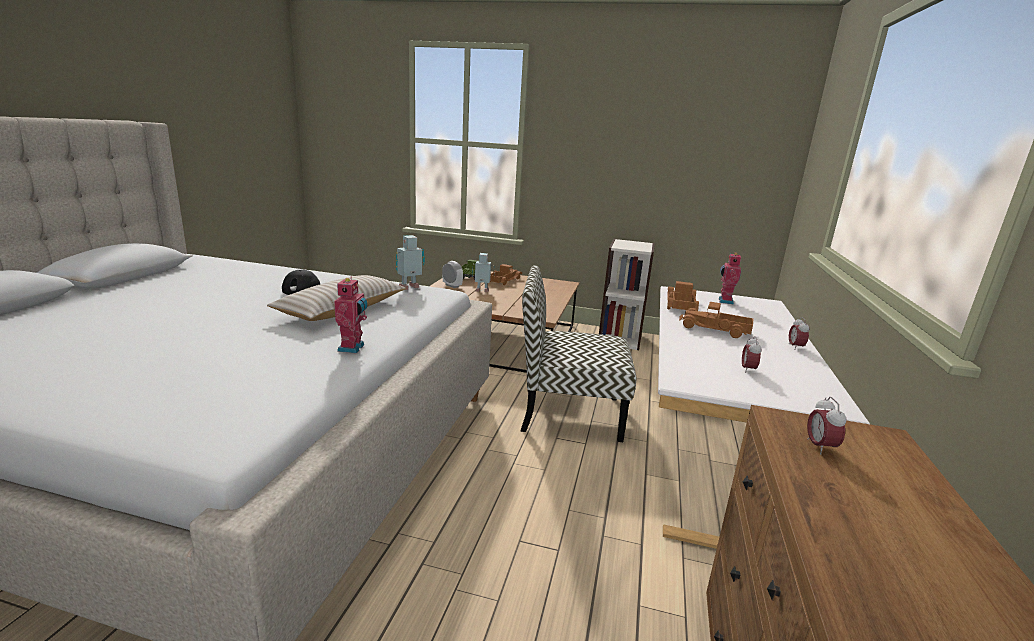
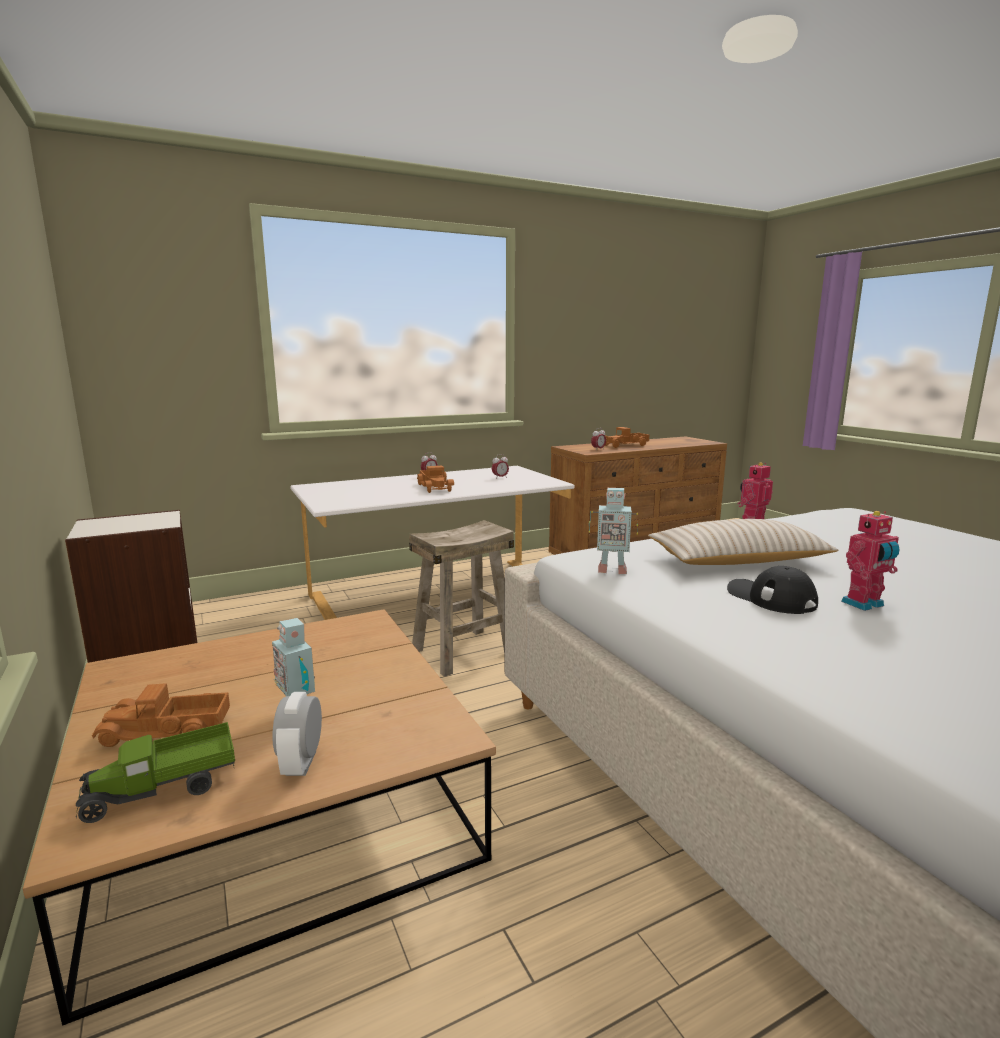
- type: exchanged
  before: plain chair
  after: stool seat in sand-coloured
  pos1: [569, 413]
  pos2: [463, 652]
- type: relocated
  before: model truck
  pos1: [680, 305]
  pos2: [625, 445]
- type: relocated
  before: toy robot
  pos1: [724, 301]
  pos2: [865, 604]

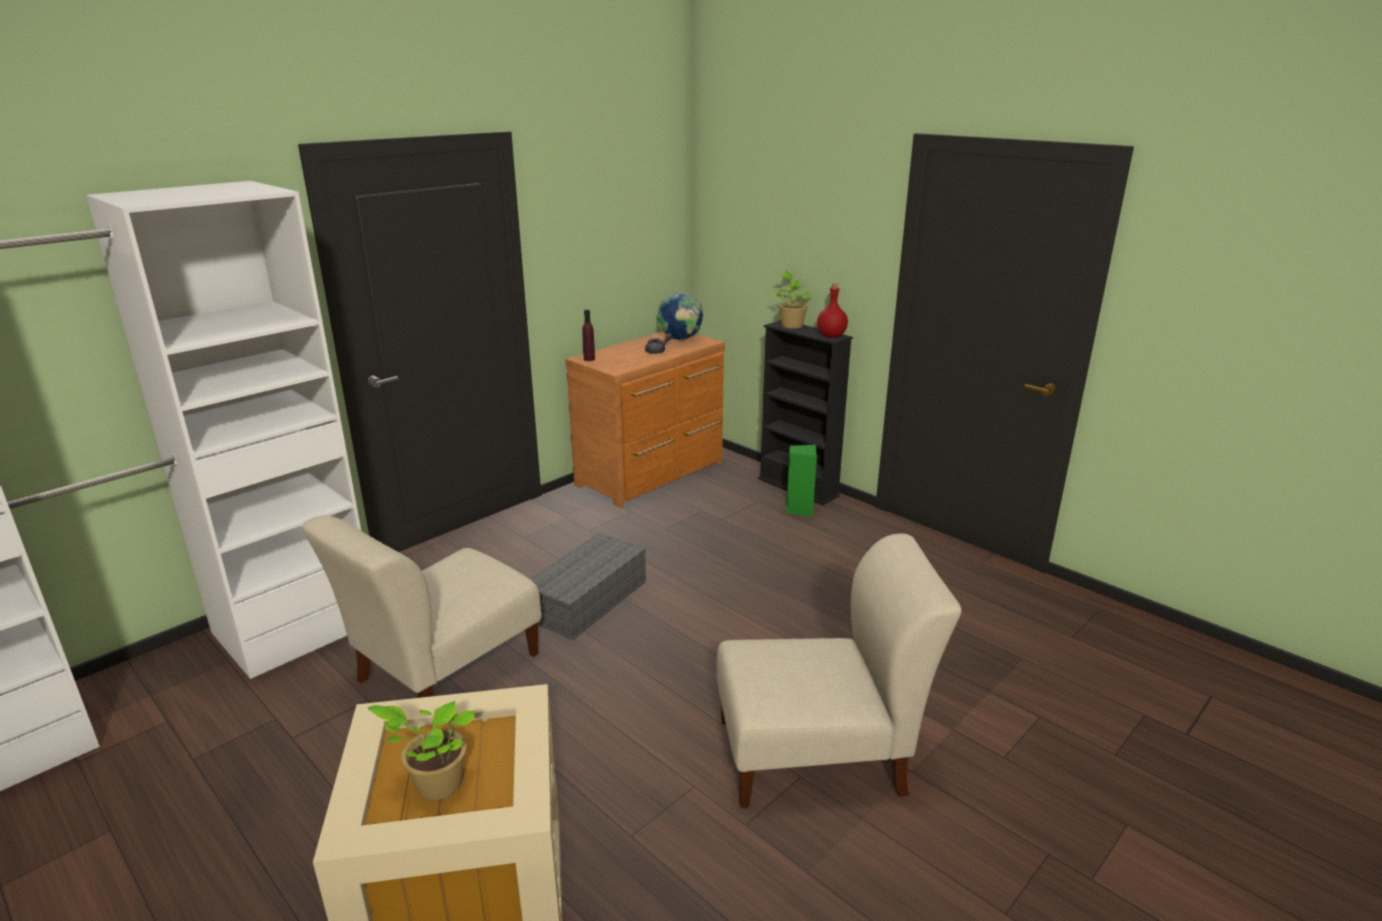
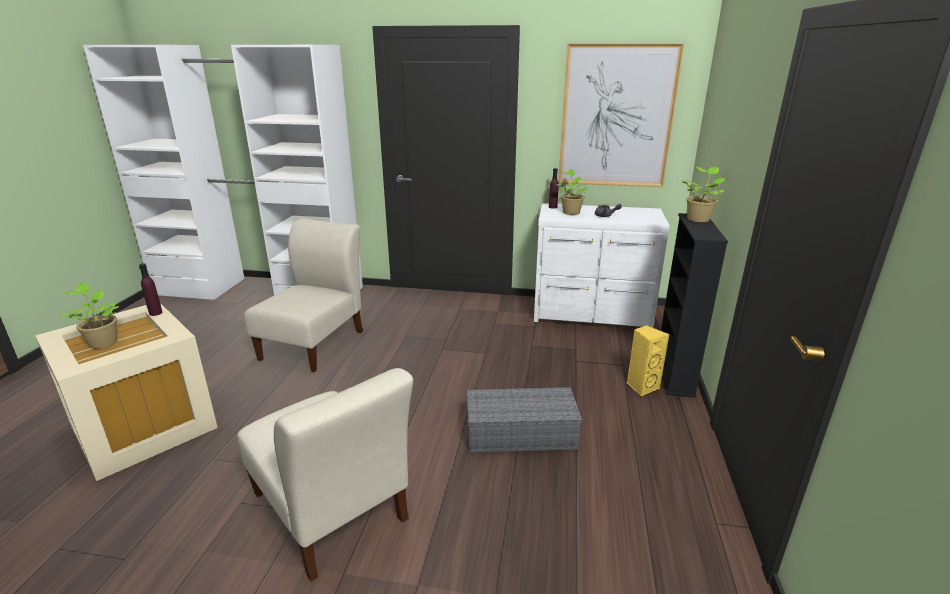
- type: appeared
  after: bottle in purplish
  pos2: [155, 313]
- type: spun
  before: plain chair in sand-coloured
  pos1: [443, 672]
  pos2: [315, 343]
  turn: 105
- type: relocated
  before: storage box in grey
  pos1: [588, 601]
  pos2: [519, 434]
- type: colour
  before: dresser in brown
  after: dresser in white-coloured
  pos1: [653, 474]
  pos2: [592, 315]
- type: appeared
  after: plant in a pot
  pos2: [570, 212]
- type: appeared
  after: picture
  pos2: [616, 117]
- type: colour
  before: speaker in greenish
  after: speaker in yellowish
  pos1: [799, 509]
  pos2: [642, 386]
- type: missing
  before: globe
  pos1: [680, 340]
- type: missing
  before: bottle in red
  pos1: [831, 336]

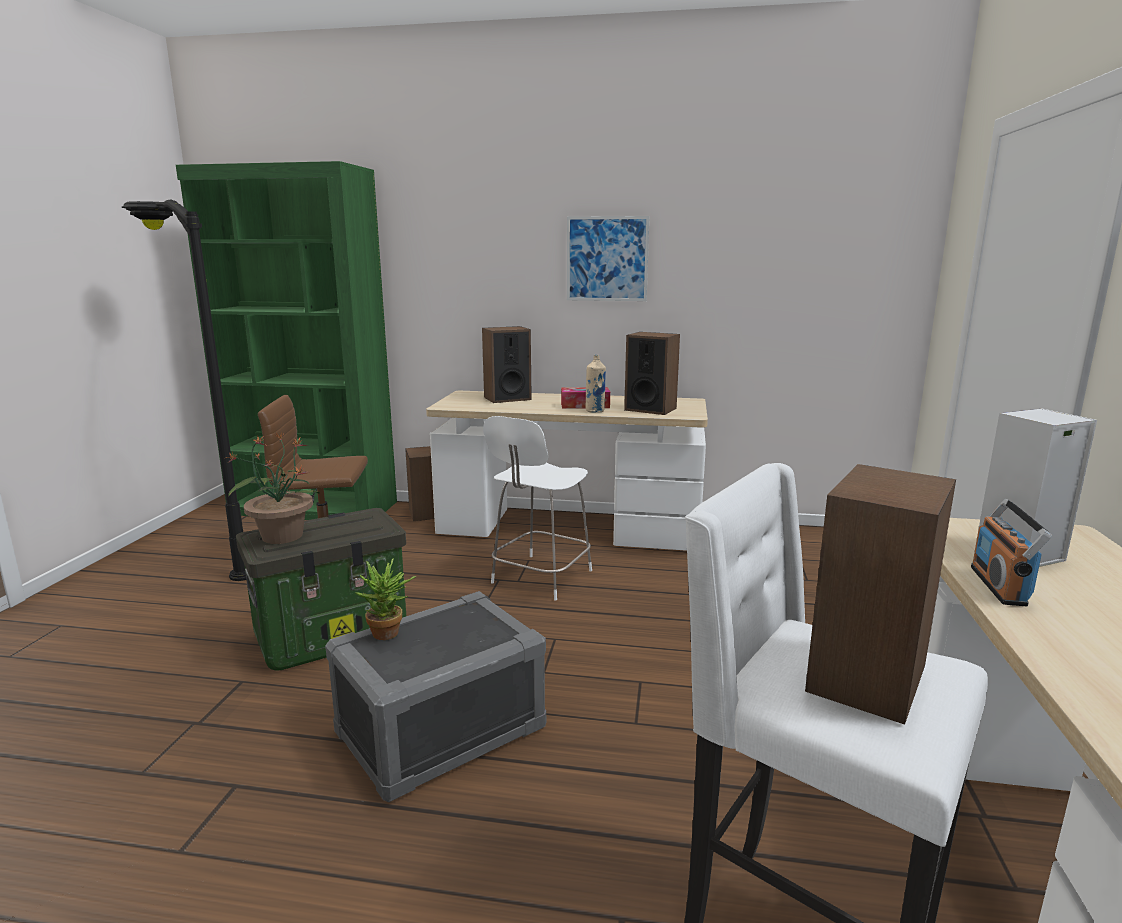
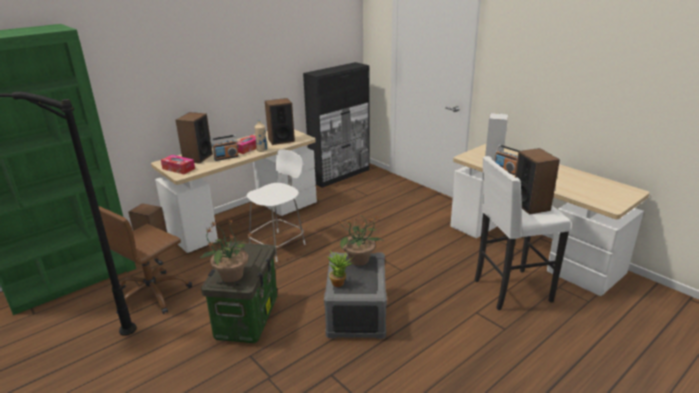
- type: appeared
  after: box of tissues
  pos2: [178, 169]
- type: appeared
  after: radio
  pos2: [226, 157]
- type: spun
  before: plain chair in white-coloured
  pos1: [540, 578]
  pos2: [279, 245]
  turn: -120
- type: appeared
  after: cupboard in black
  pos2: [340, 175]
- type: appeared
  after: plant in a pot
  pos2: [359, 260]
- type: missing
  before: picture
  pos1: [607, 259]

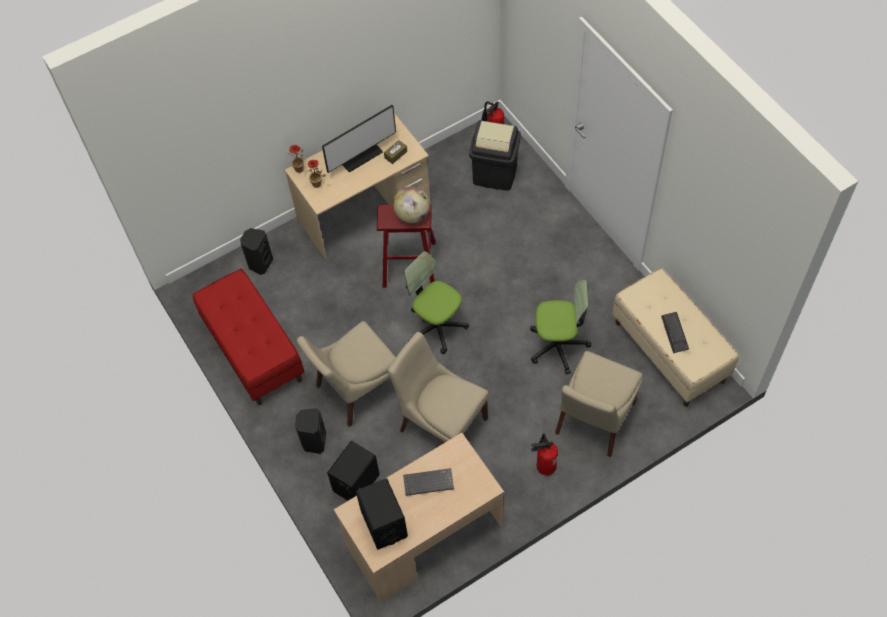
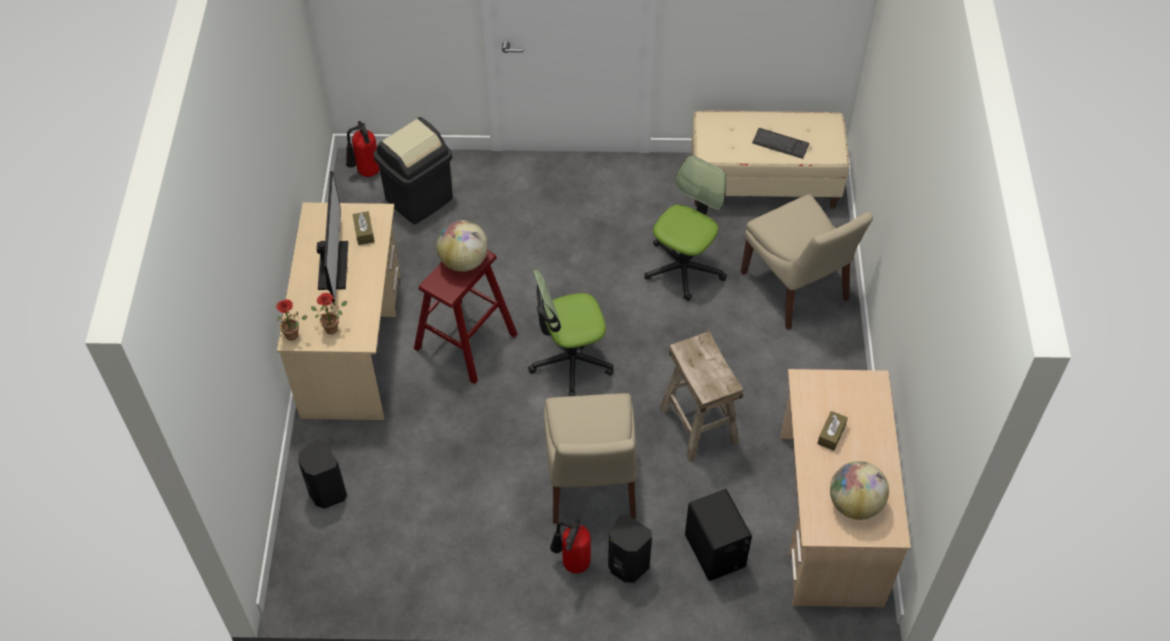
- type: relocated
  before: extinguisher
  pos1: [544, 465]
  pos2: [571, 563]
- type: exchanged
  before: plain chair in sand-coloured
  after: stool seat in sand-coloured
  pos1: [441, 423]
  pos2: [698, 425]
- type: exchanged
  before: PC keyboard
  after: box of tissues in brown
  pos1: [428, 483]
  pos2: [831, 434]
- type: exchanged
  before: speaker in black
  after: globe
  pos1: [384, 523]
  pos2: [854, 504]
- type: missing
  before: indoor bench in red
  pos1: [253, 351]

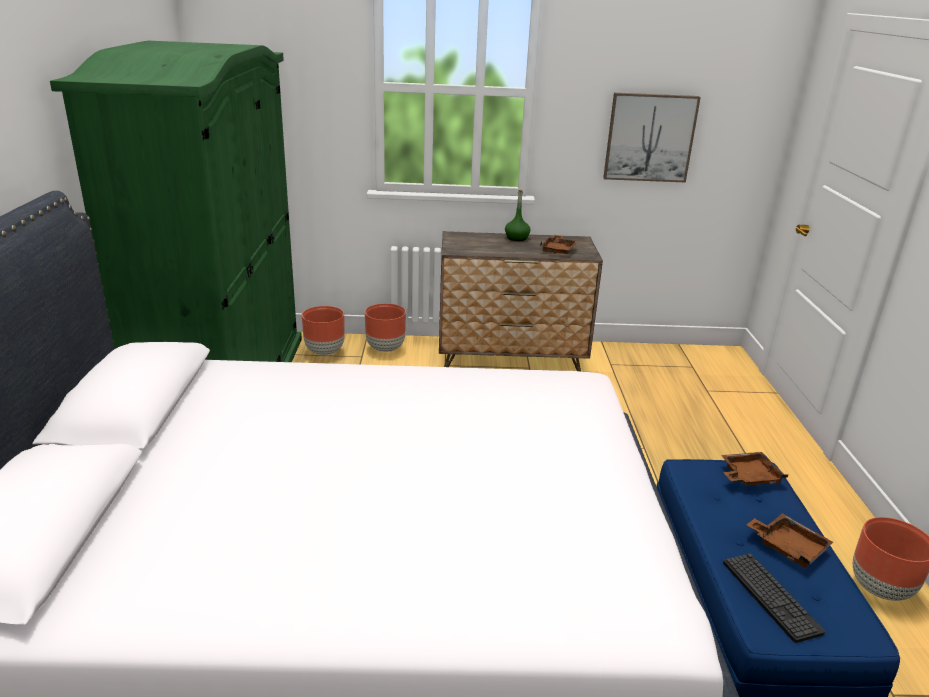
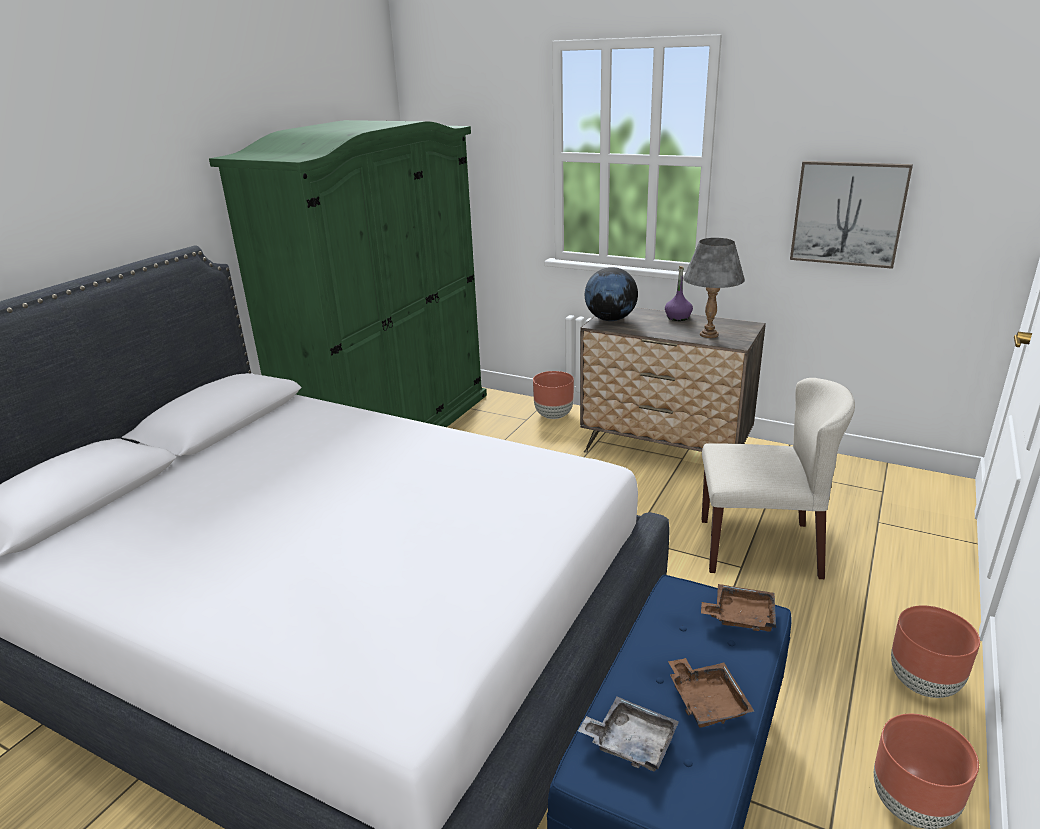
- type: exchanged
  before: PC keyboard
  after: tray in grey
  pos1: [770, 596]
  pos2: [631, 742]
- type: appeared
  after: globe
  pos2: [610, 319]
- type: colour
  before: bottle in greenish
  after: bottle in purplish
  pos1: [517, 238]
  pos2: [678, 317]
- type: exchanged
  before: tray in brown
  after: tabletop lamp in grey
  pos1: [558, 250]
  pos2: [709, 334]
- type: appeared
  after: plain chair in sand-coloured
  pos2: [760, 547]
- type: relocated
  before: flower pot in brown
  pos1: [325, 351]
  pos2: [924, 684]

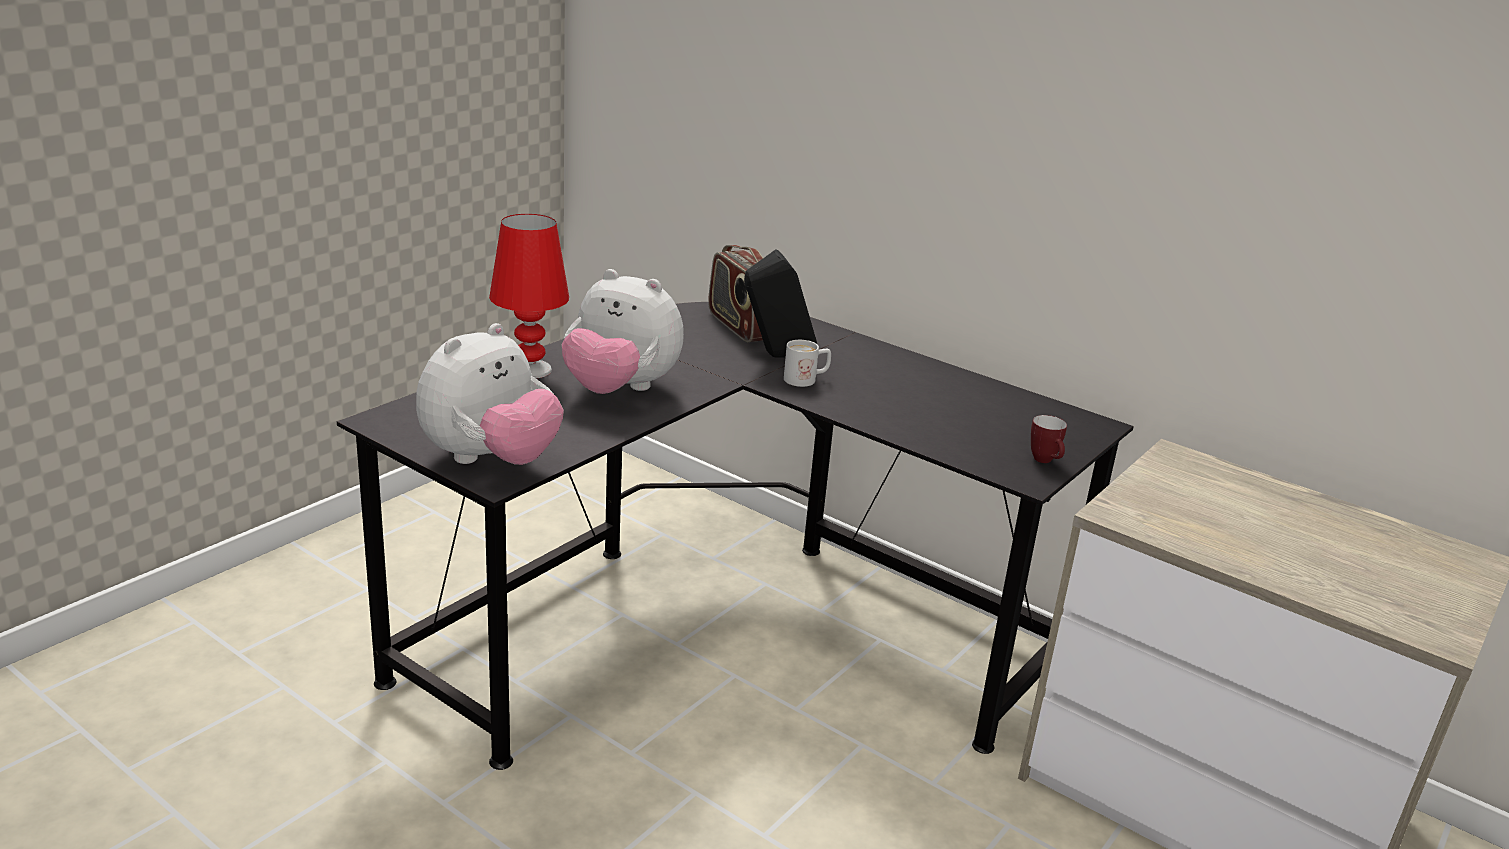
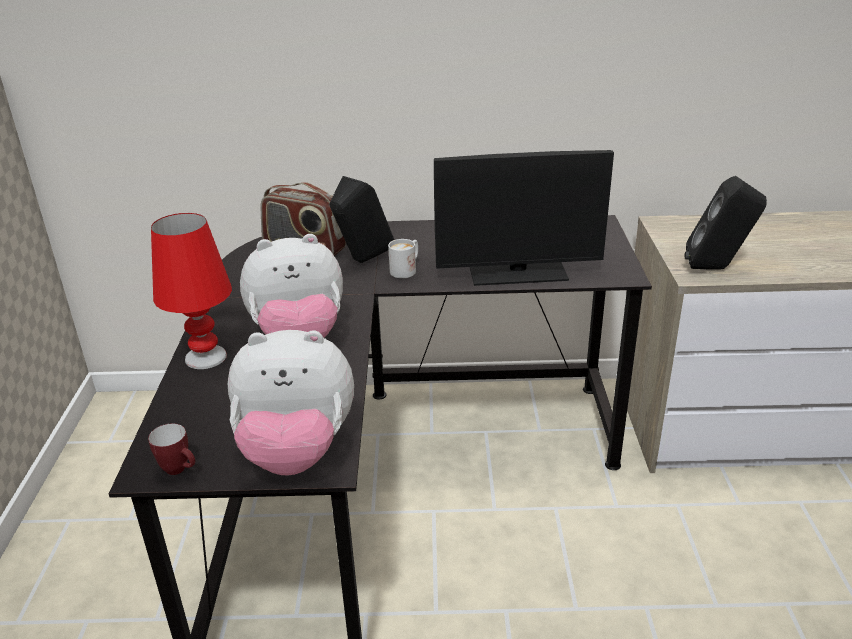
- type: relocated
  before: coffee mug
  pos1: [1046, 461]
  pos2: [180, 470]
- type: spun
  before: soft toy
  pos1: [490, 460]
  pos2: [296, 452]
  turn: 90
- type: appeared
  after: computer display
  pos2: [518, 273]
- type: appeared
  after: speaker in black
  pos2: [717, 268]

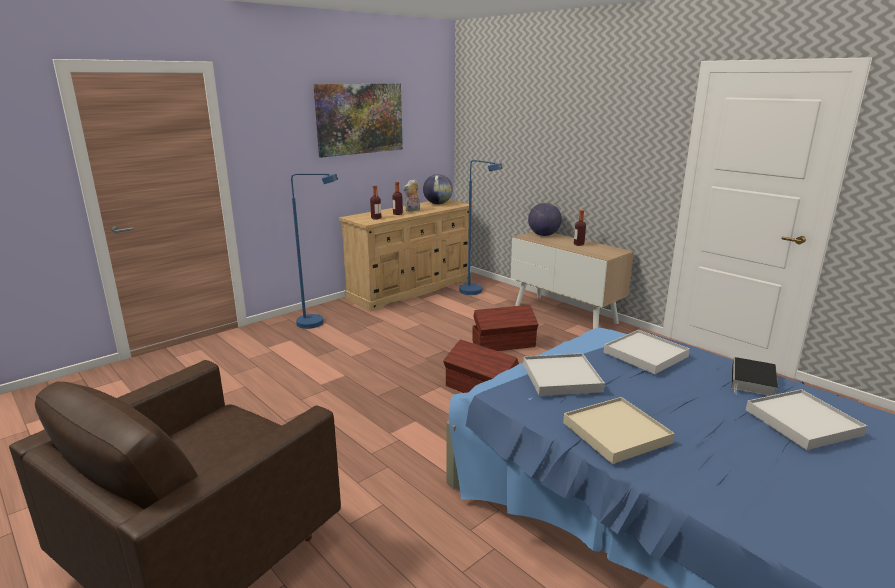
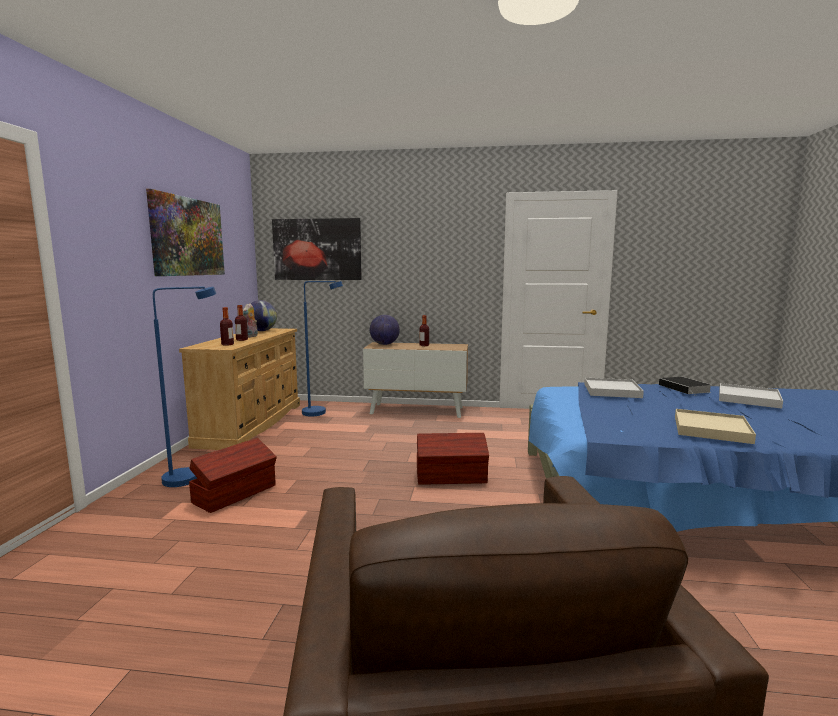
- type: relocated
  before: storage box in brown
  pos1: [504, 344]
  pos2: [236, 494]
- type: appeared
  after: picture
  pos2: [317, 249]
- type: missing
  before: tray in white-coloured
  pos1: [561, 377]

